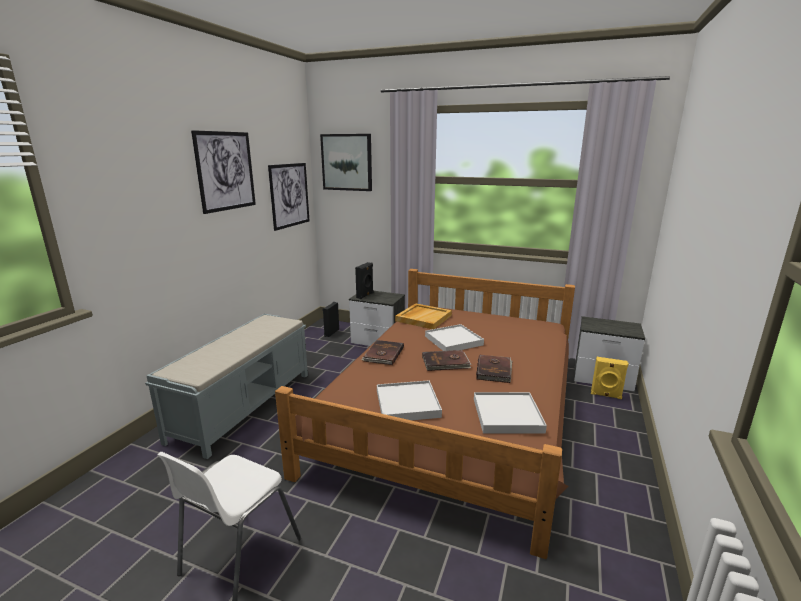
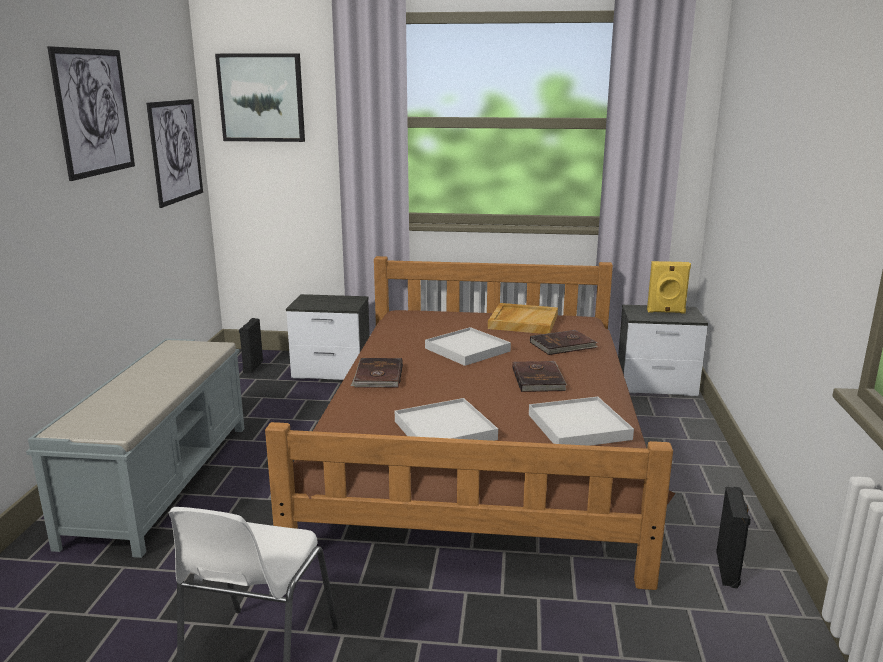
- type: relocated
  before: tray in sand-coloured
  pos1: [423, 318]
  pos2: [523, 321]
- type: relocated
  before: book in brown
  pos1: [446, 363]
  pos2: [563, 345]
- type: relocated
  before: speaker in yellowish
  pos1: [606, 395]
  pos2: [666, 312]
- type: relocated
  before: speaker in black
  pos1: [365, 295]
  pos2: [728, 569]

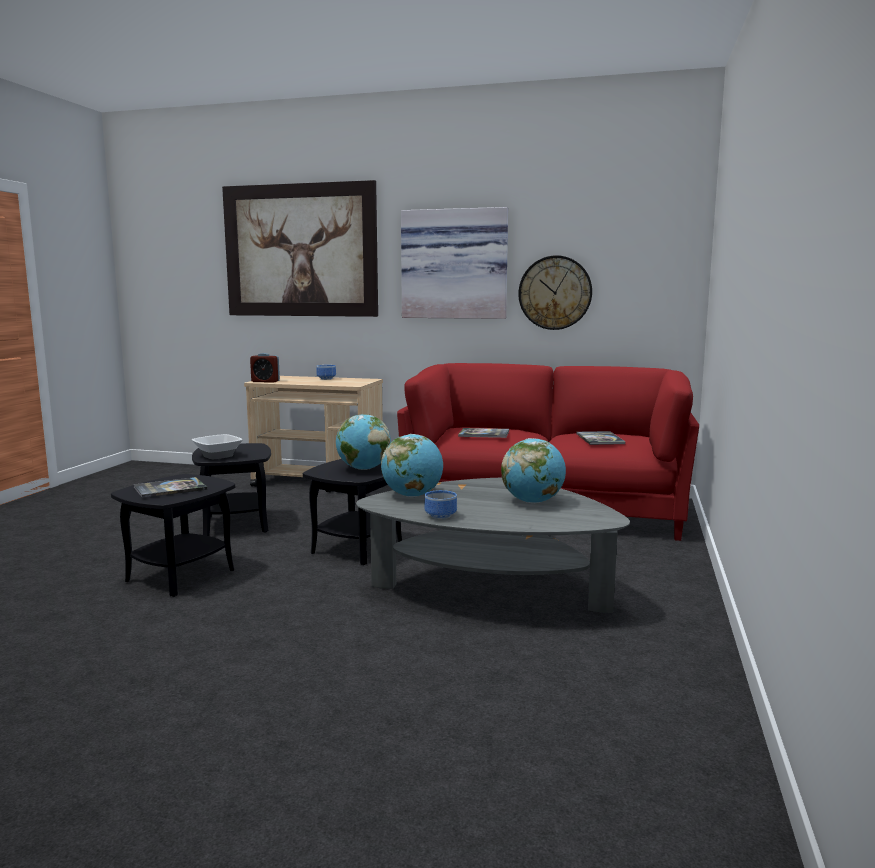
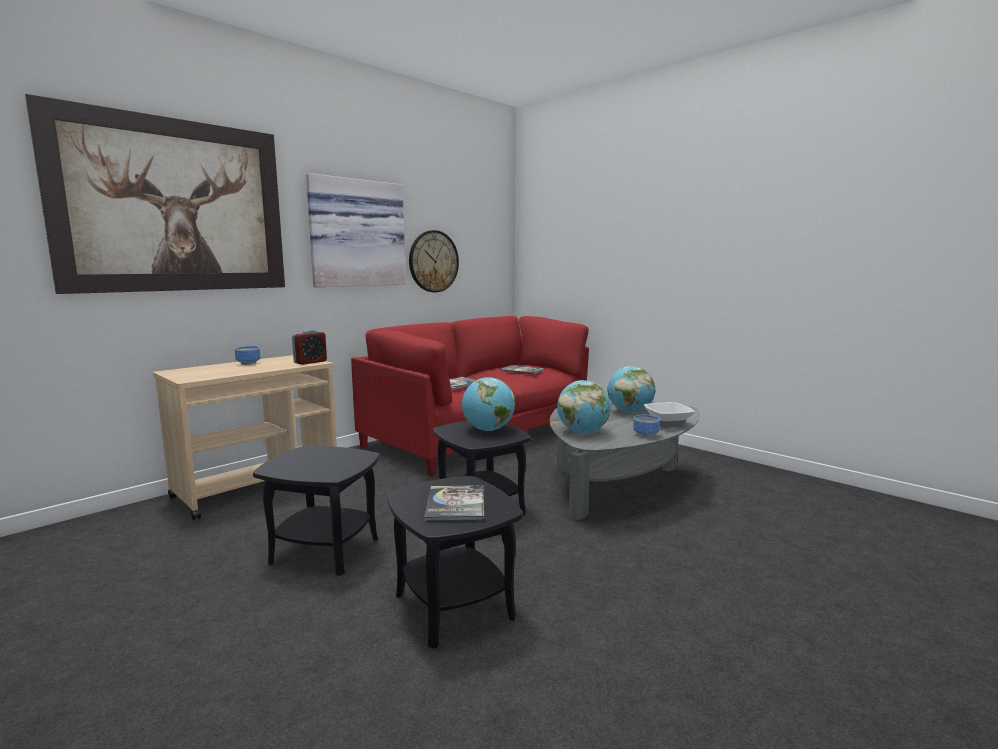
- type: relocated
  before: table clock
  pos1: [265, 381]
  pos2: [310, 362]
- type: relocated
  before: serving bowl
  pos1: [217, 456]
  pos2: [668, 424]

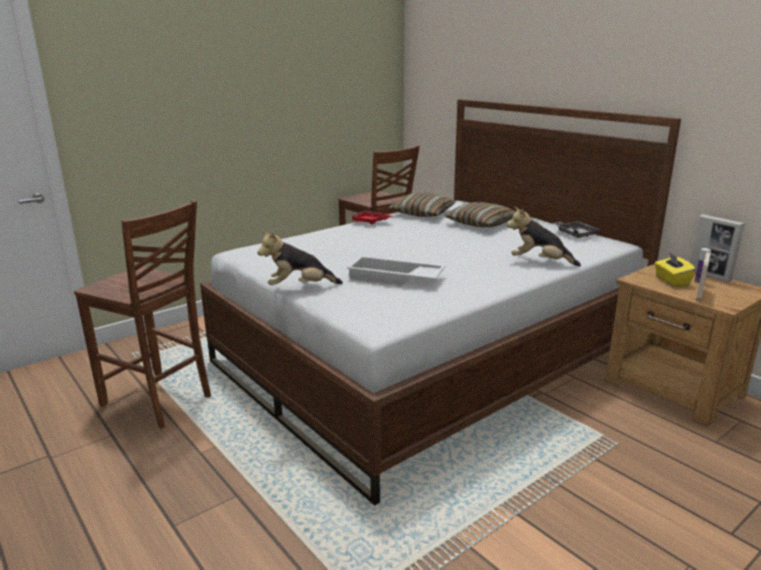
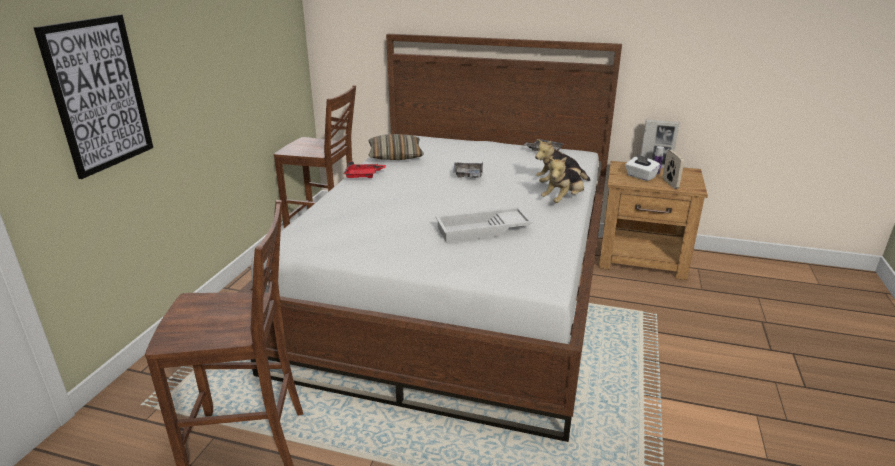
- type: appeared
  after: picture
  pos2: [99, 95]
- type: appeared
  after: tray in grey
  pos2: [468, 175]
- type: relocated
  before: soft toy
  pos1: [299, 287]
  pos2: [563, 200]
- type: colour
  before: box of tissues in yellowish
  after: box of tissues in white-coloured
  pos1: [671, 281]
  pos2: [640, 176]
- type: missing
  before: pillow
  pos1: [481, 224]

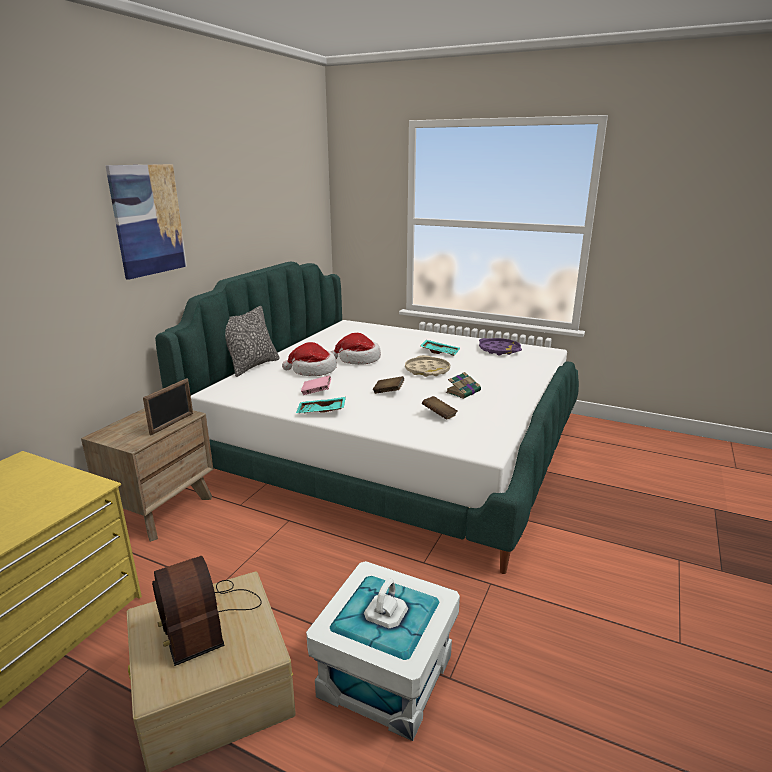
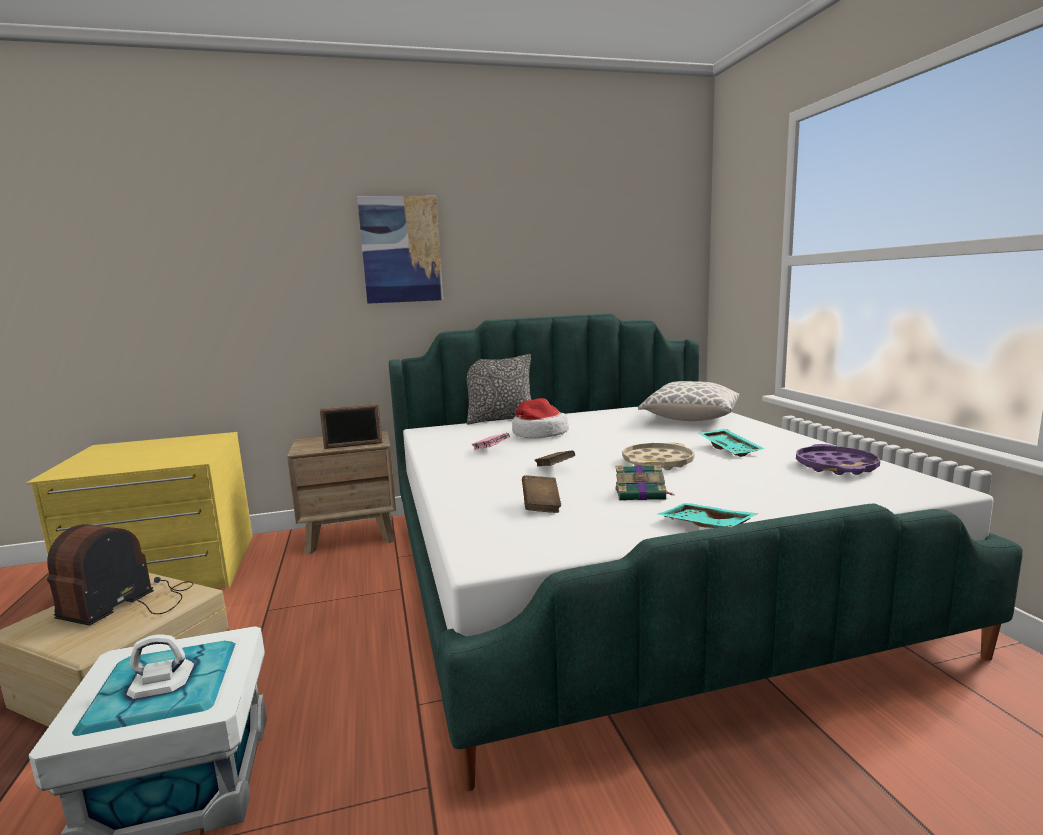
- type: appeared
  after: pillow
  pos2: [689, 419]
- type: relocated
  before: tray in blue-green
  pos1: [321, 412]
  pos2: [704, 526]
- type: missing
  before: wearable hat
  pos1: [358, 359]

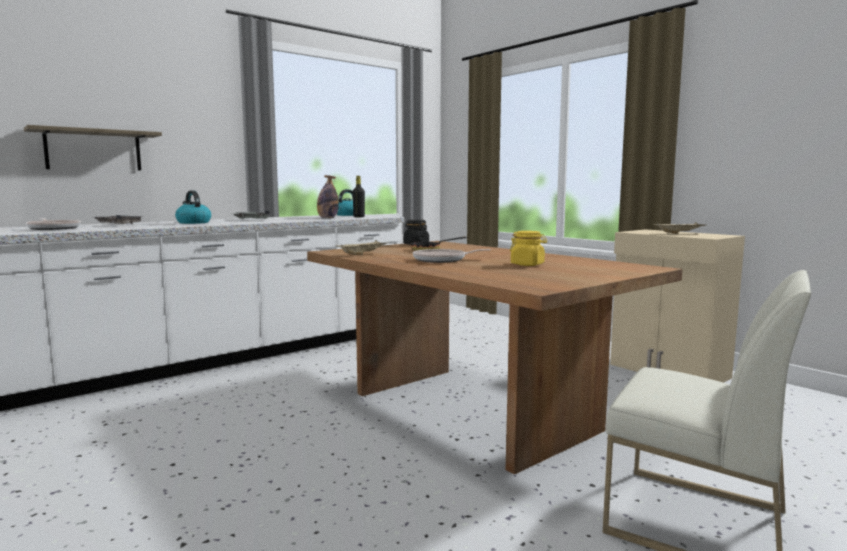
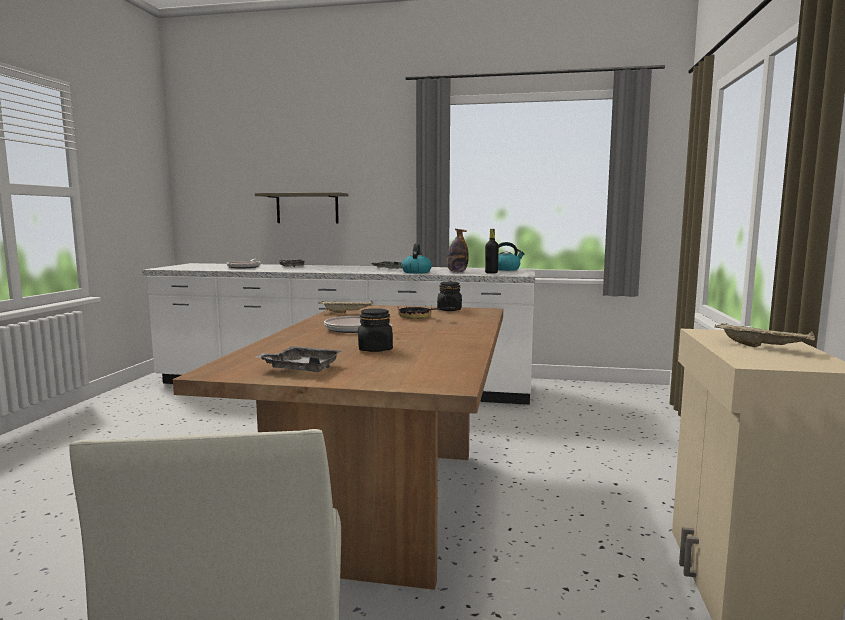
- type: appeared
  after: tray in grey
  pos2: [301, 368]
- type: colour
  before: storage jar in yellowish
  after: storage jar in black
  pos1: [527, 264]
  pos2: [375, 349]
- type: relocated
  before: water kettle
  pos1: [193, 222]
  pos2: [416, 272]

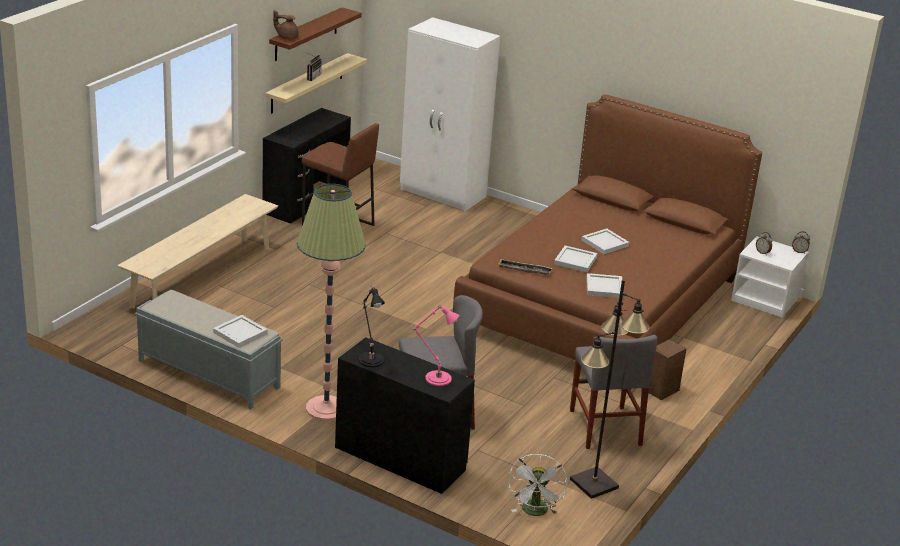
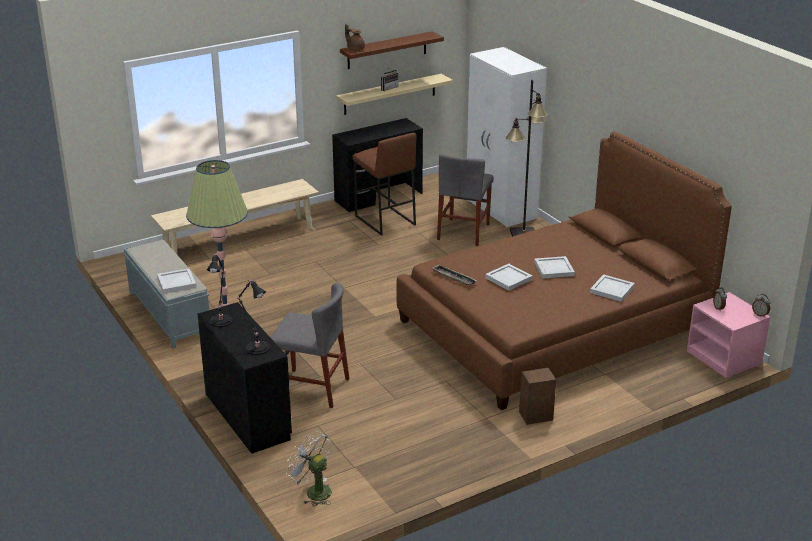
- type: colour
  before: tabletop lamp in pinkish
  after: tabletop lamp in black
  pos1: [436, 378]
  pos2: [256, 347]
- type: spun
  before: electric fan in white-coloured
  pos1: [535, 512]
  pos2: [313, 491]
  turn: 90
- type: relocated
  before: plain chair in grey
  pos1: [605, 427]
  pos2: [463, 232]
- type: relocated
  before: floor lamp in black
  pos1: [594, 484]
  pos2: [523, 235]
- type: relocated
  before: tray in white-coloured
  pos1: [605, 288]
  pos2: [612, 290]
- type: colour
  before: bedside table in white-coloured
  after: bedside table in pinkish
  pos1: [765, 300]
  pos2: [725, 358]

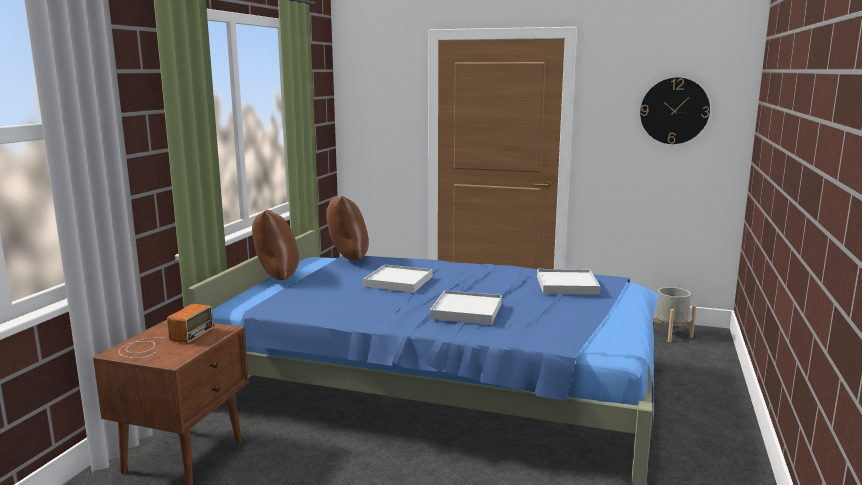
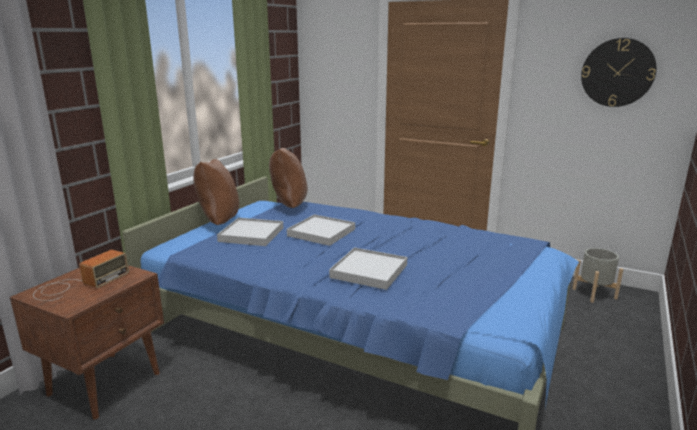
- type: relocated
  before: tray in white-coloured
  pos1: [566, 285]
  pos2: [251, 234]

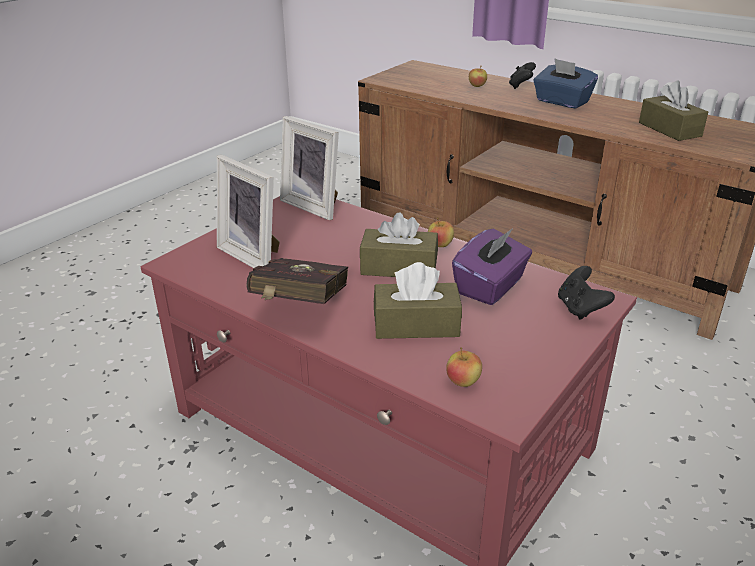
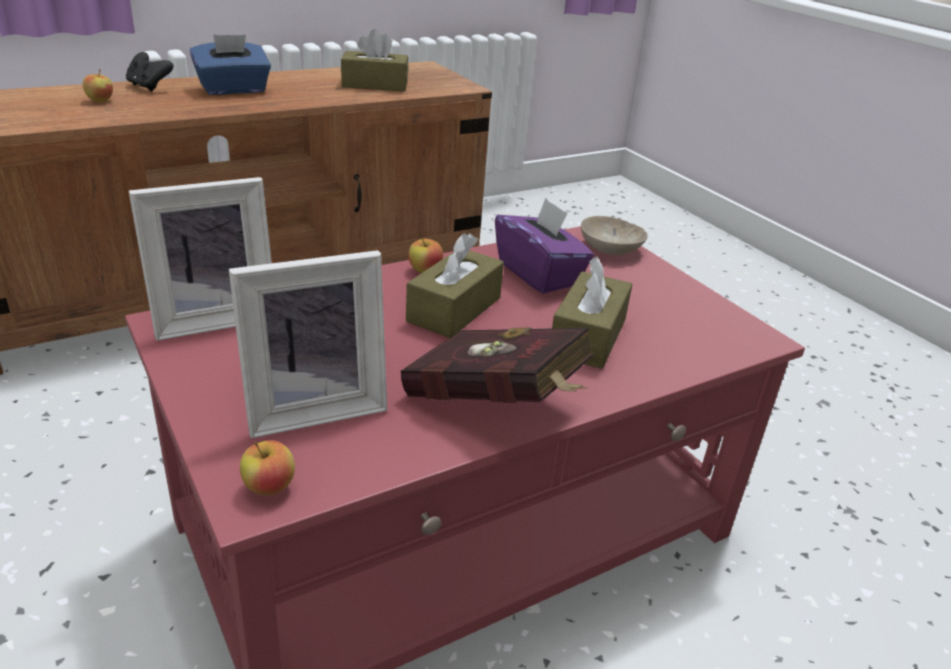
- type: relocated
  before: apple
  pos1: [463, 382]
  pos2: [269, 487]
- type: exchanged
  before: game controller in black
  after: serving bowl in sand-coloured
  pos1: [580, 308]
  pos2: [608, 249]

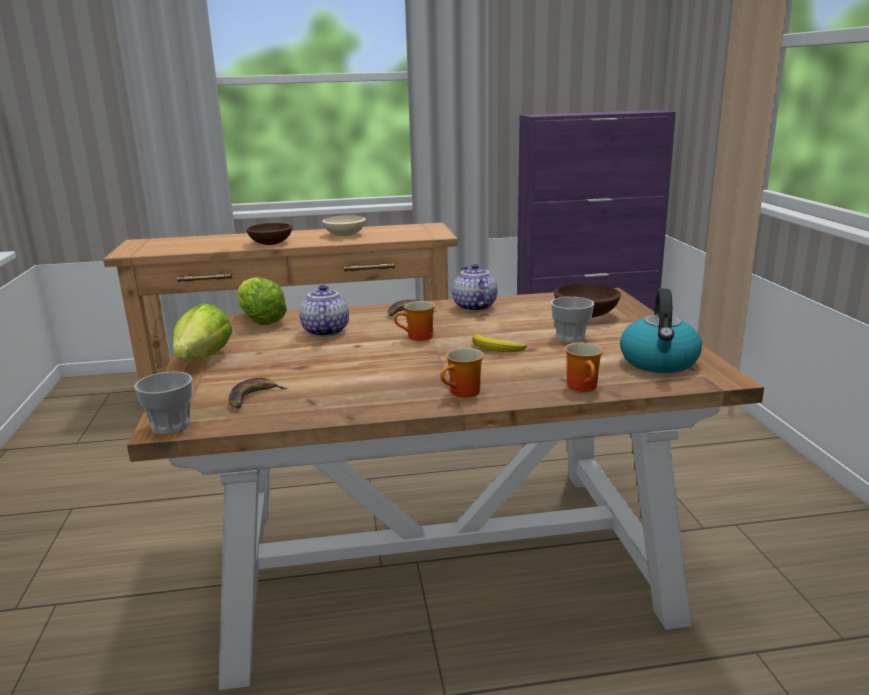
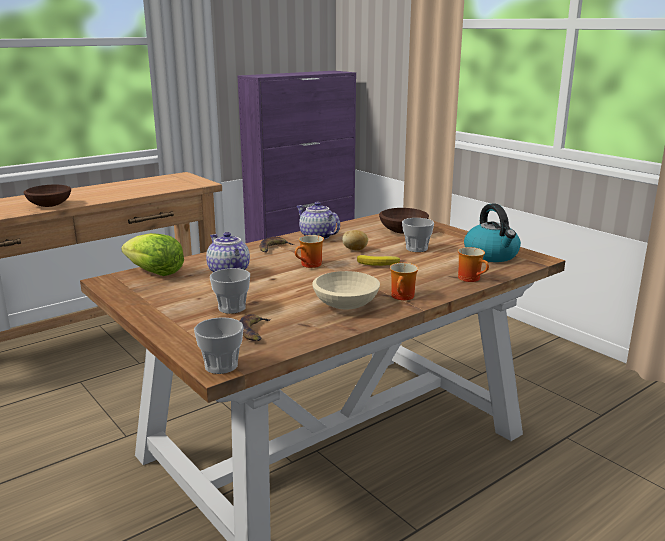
- type: appeared
  after: small cup
  pos2: [232, 308]
- type: relocated
  before: serving bowl in sand-coloured
  pos1: [344, 235]
  pos2: [344, 305]
- type: appeared
  after: potato
  pos2: [355, 250]
- type: missing
  before: lettuce head
  pos1: [204, 359]

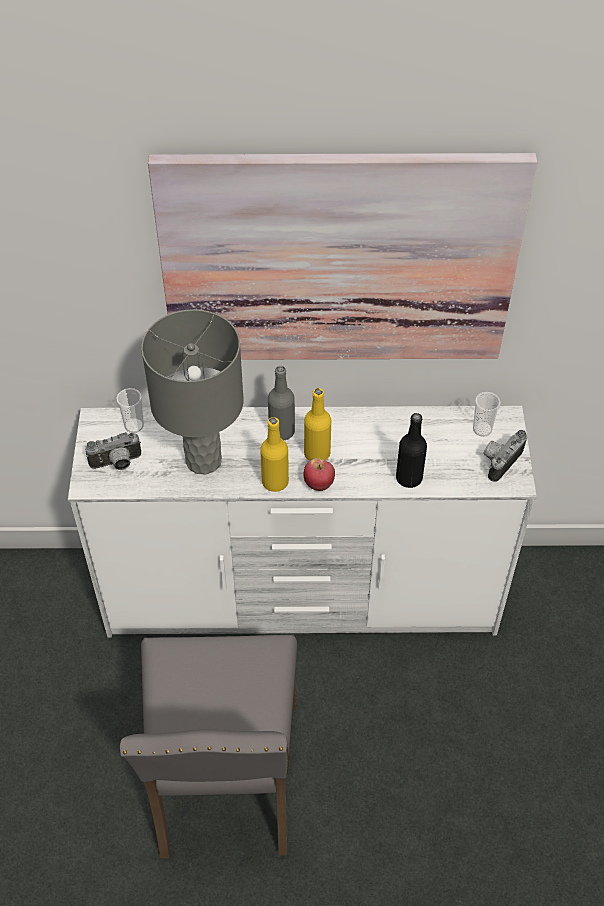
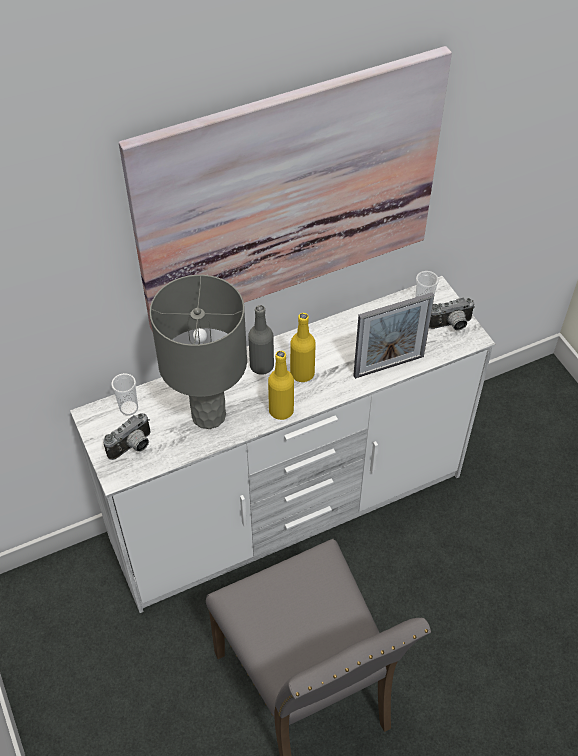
- type: exchanged
  before: bottle in black
  after: picture frame
  pos1: [409, 478]
  pos2: [388, 366]
- type: spun
  before: still camera
  pos1: [499, 460]
  pos2: [451, 325]
  turn: -120
- type: missing
  before: apple
  pos1: [319, 484]

